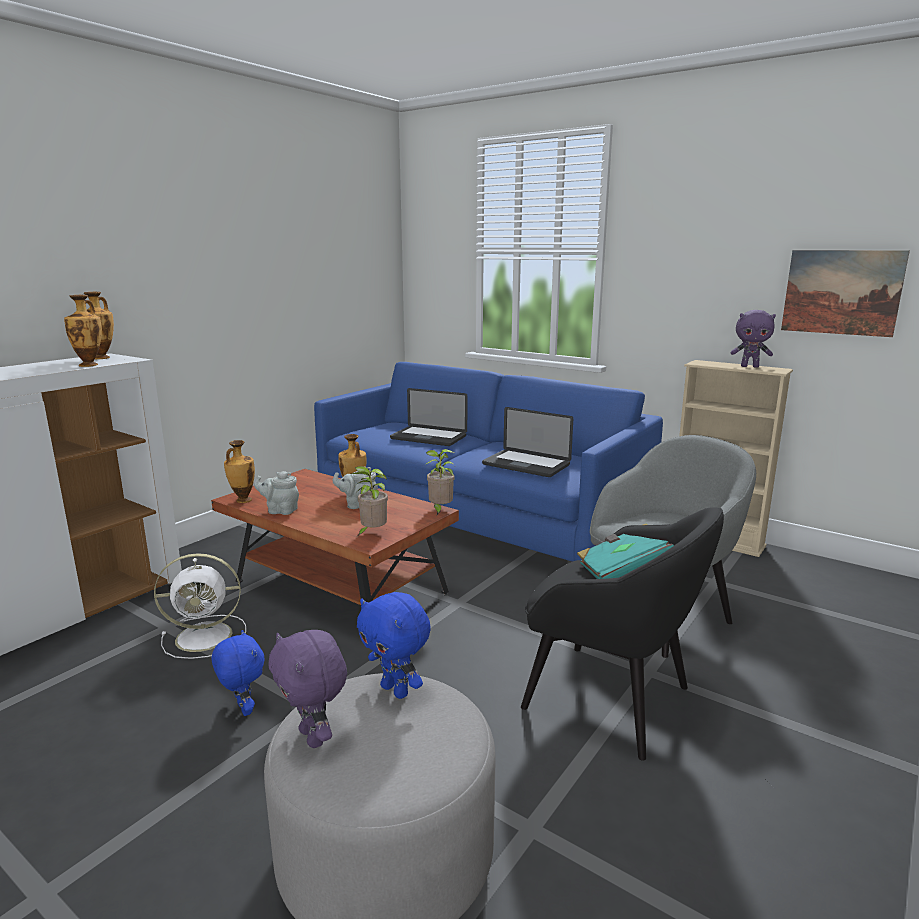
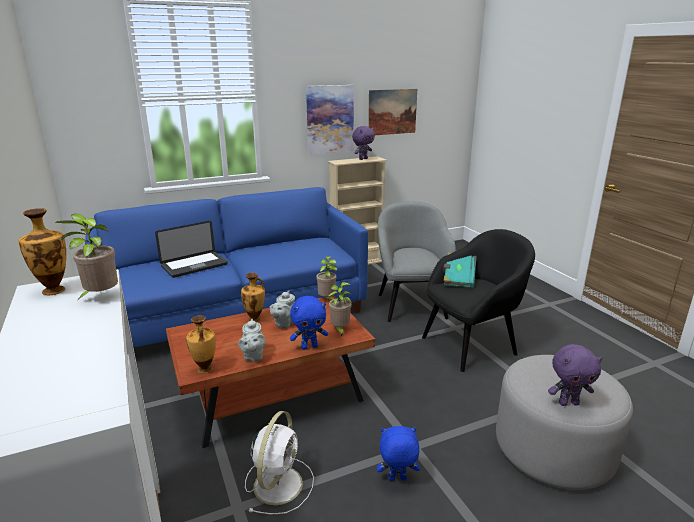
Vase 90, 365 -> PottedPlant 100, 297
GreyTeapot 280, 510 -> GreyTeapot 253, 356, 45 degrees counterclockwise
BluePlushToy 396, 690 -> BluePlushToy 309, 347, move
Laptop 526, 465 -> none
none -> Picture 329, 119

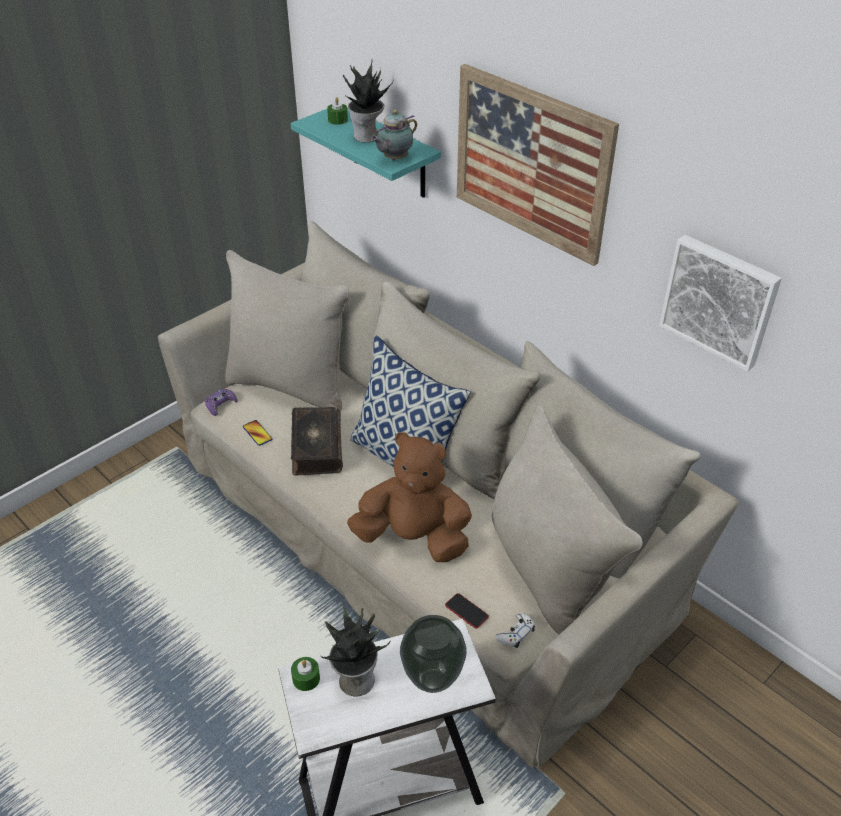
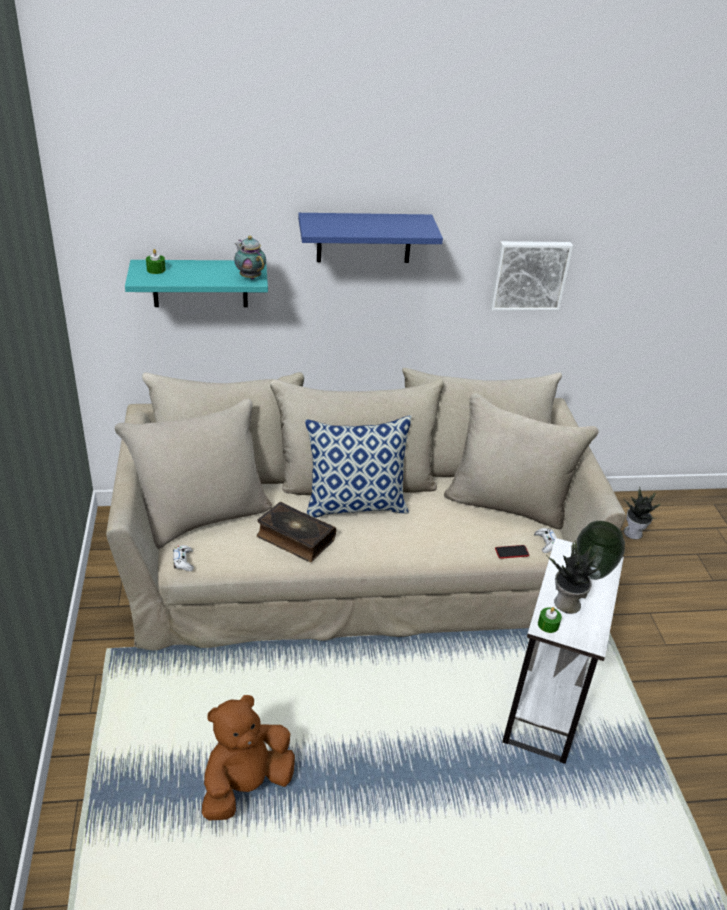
PurpleGameController 220, 404 -> WhiteGameController 183, 561
Phone 257, 433 -> none
PottedPlant 367, 137 -> PottedPlant 634, 533, move
BrownPlushToy 413, 538 -> BrownPlushToy 246, 785, move
Teapot 394, 159 -> Teapot 250, 277, 150 degrees clockwise
Picture 531, 163 -> BlueShelf 364, 238

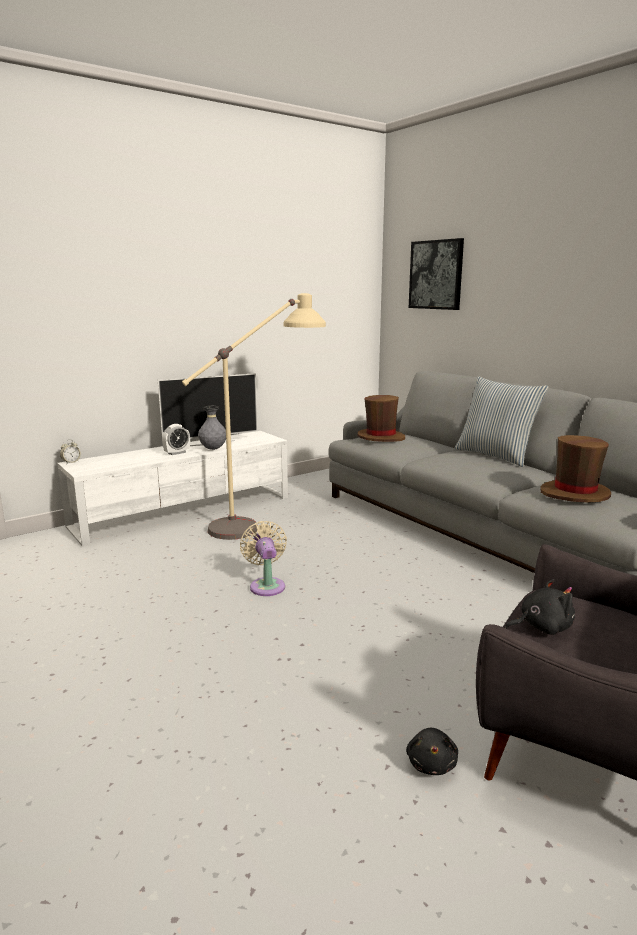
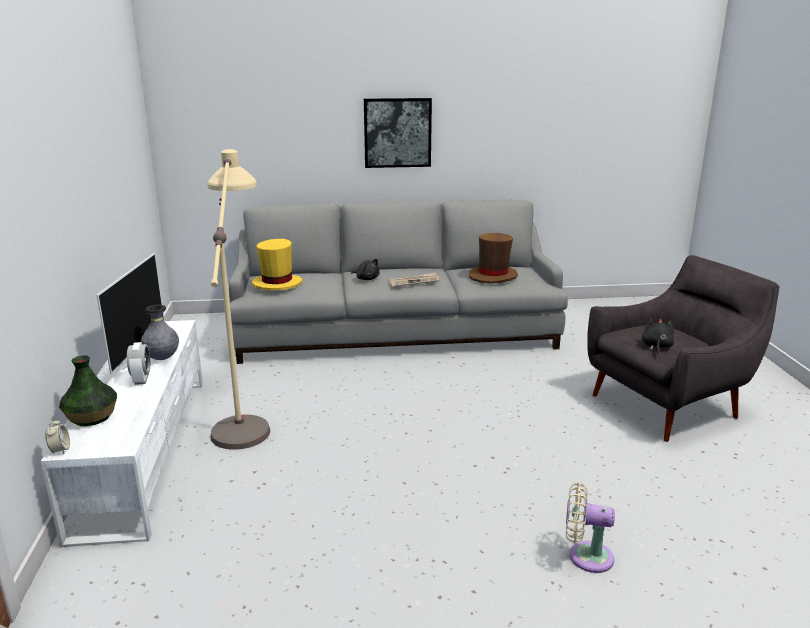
BeigeFan 266, 585 -> BeigeFan 585, 556, move
BrownHat 381, 437 -> YellowHat 277, 284
BlackPlushToy 431, 763 -> BlackPlushToy 366, 279, move
Picture 436, 275 -> Picture 397, 132, move
Pillow 495, 455 -> none
none -> Vase 91, 417
none -> Newspaper 414, 281

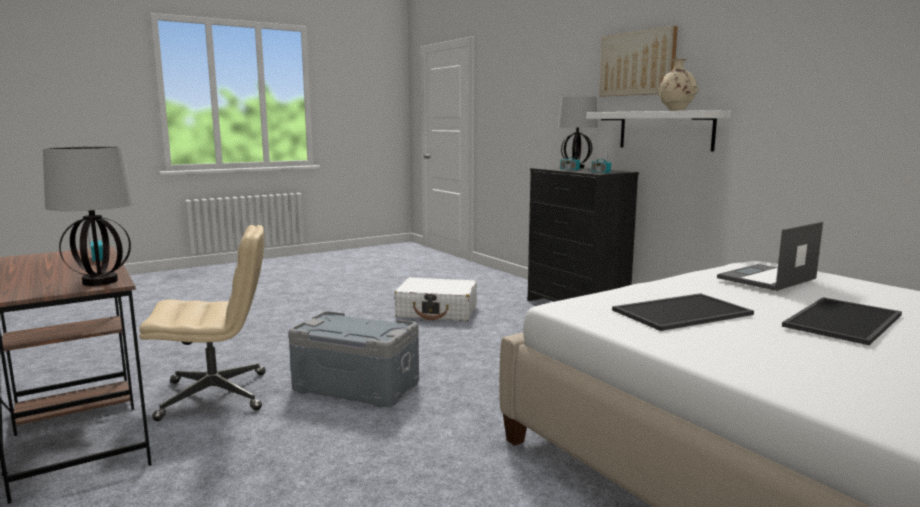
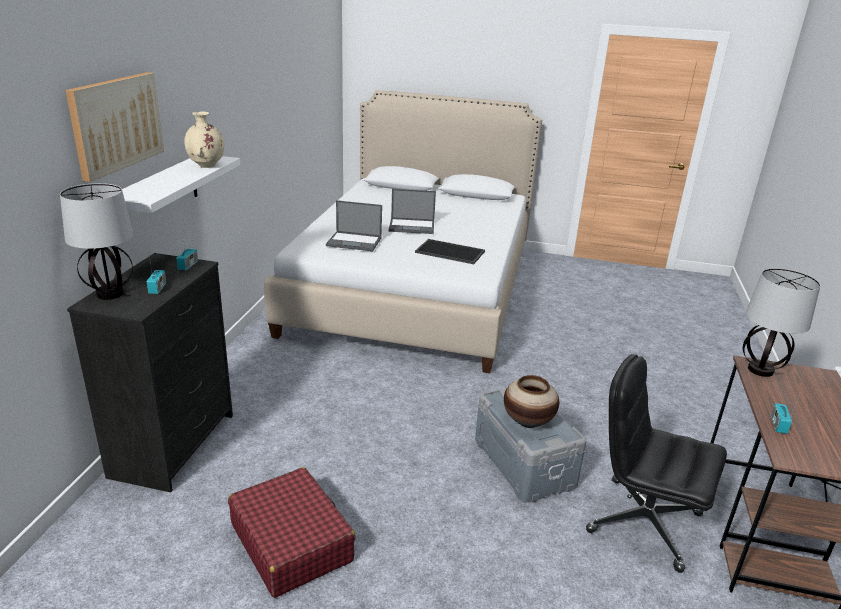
BeigeOfficeChair 216, 395 -> BlackOfficeChair 642, 522
WhiteSuitcase 437, 311 -> RedSuitcase 291, 542
Tray 845, 321 -> Laptop 412, 226
none -> Vase 527, 421

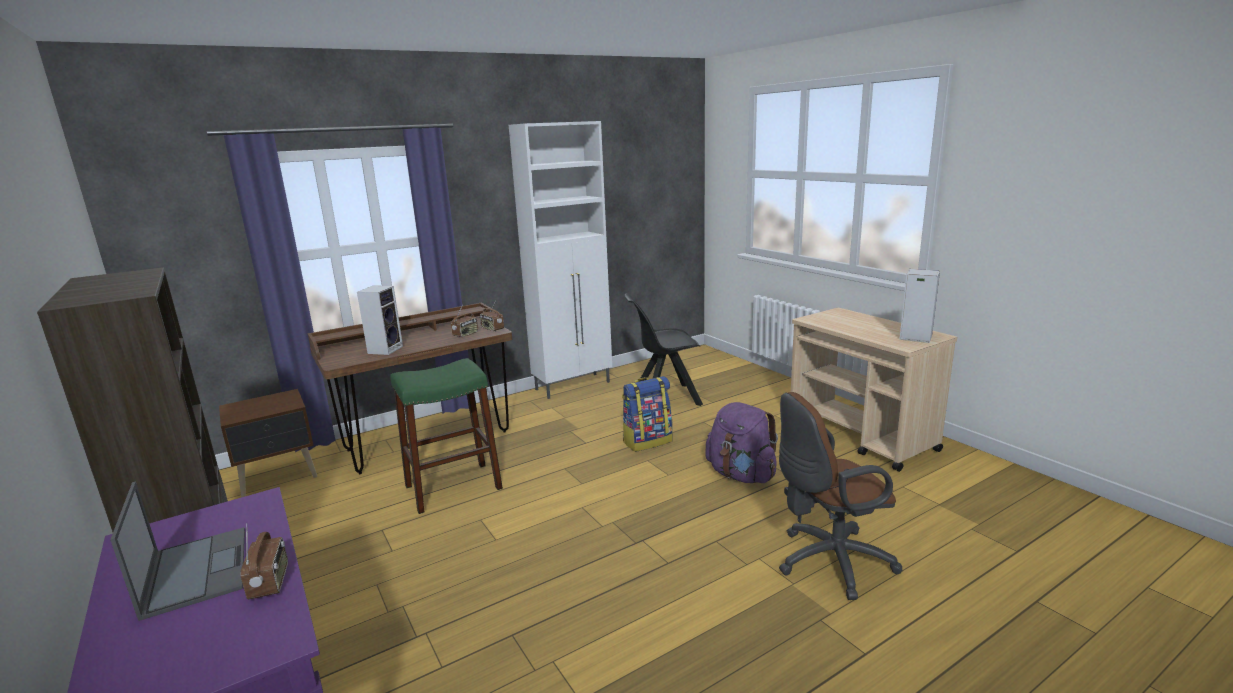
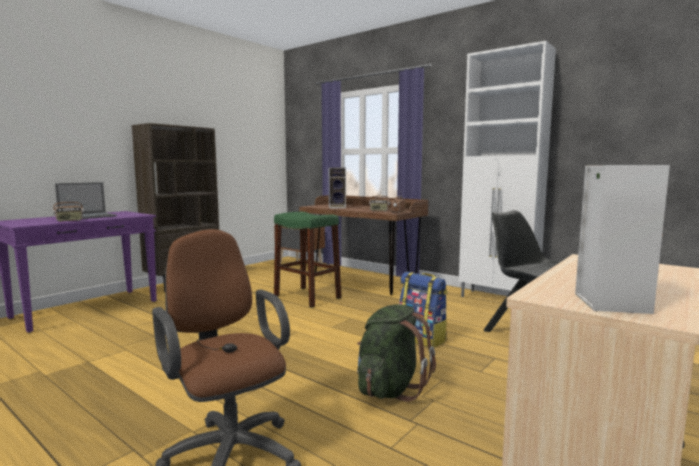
PurpleBackpack 741, 475 -> GreenBackpack 390, 388

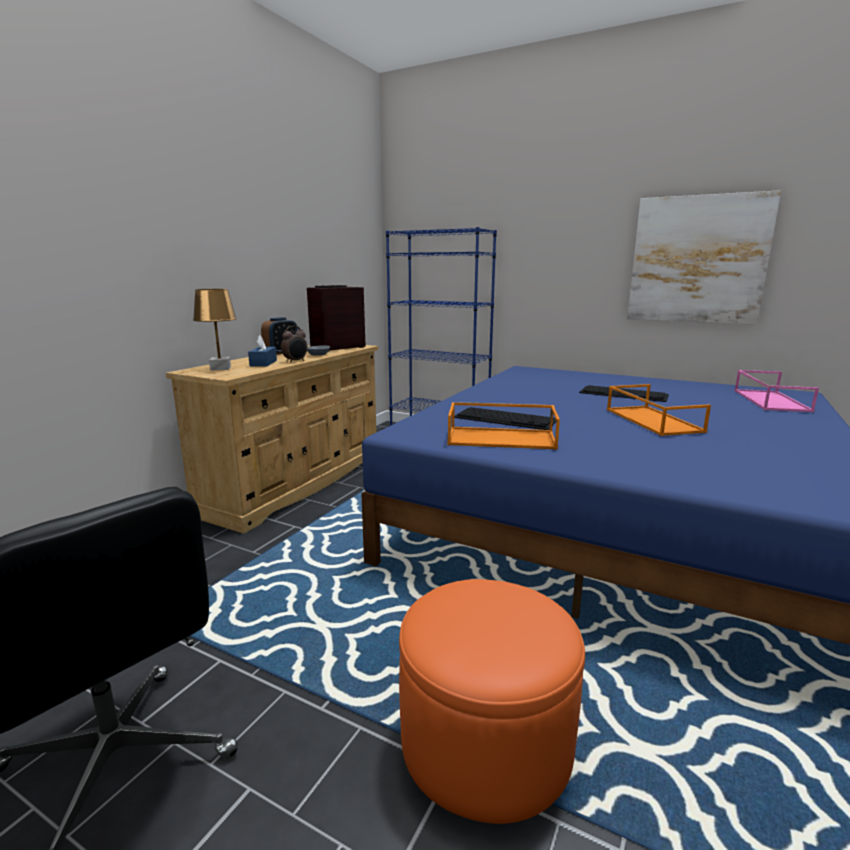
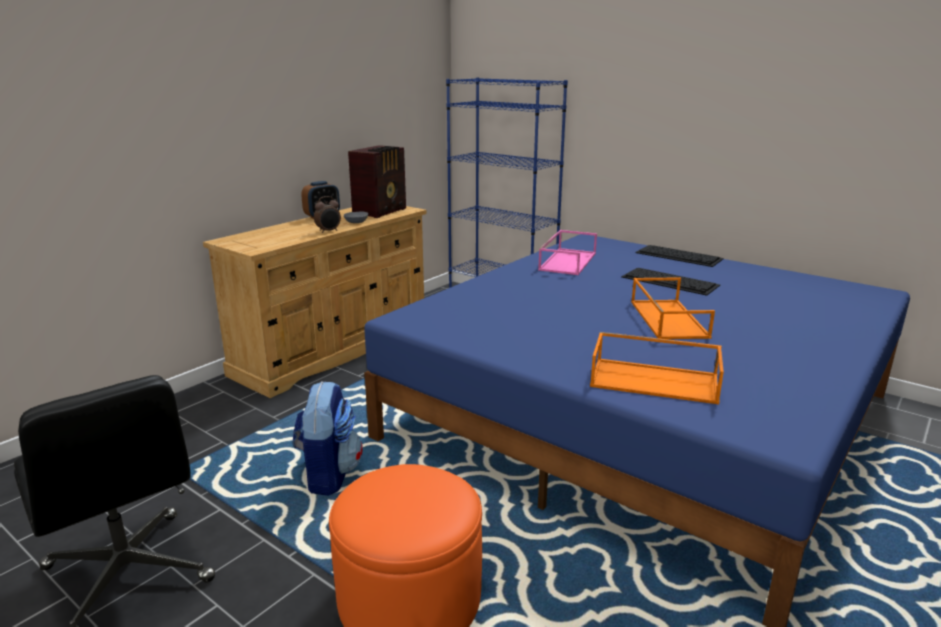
BrownTableLamp 221, 368 -> none
BlueTissueBox 263, 363 -> none
Radio 336, 348 -> Radio 381, 211, 150 degrees clockwise
OrangeTray 502, 438 -> OrangeTray 655, 380, move
Keyboard 506, 418 -> Keyboard 679, 256, move
Picture 697, 260 -> none
PinkTray 769, 400 -> PinkTray 567, 261, move
none -> Backpack 328, 474

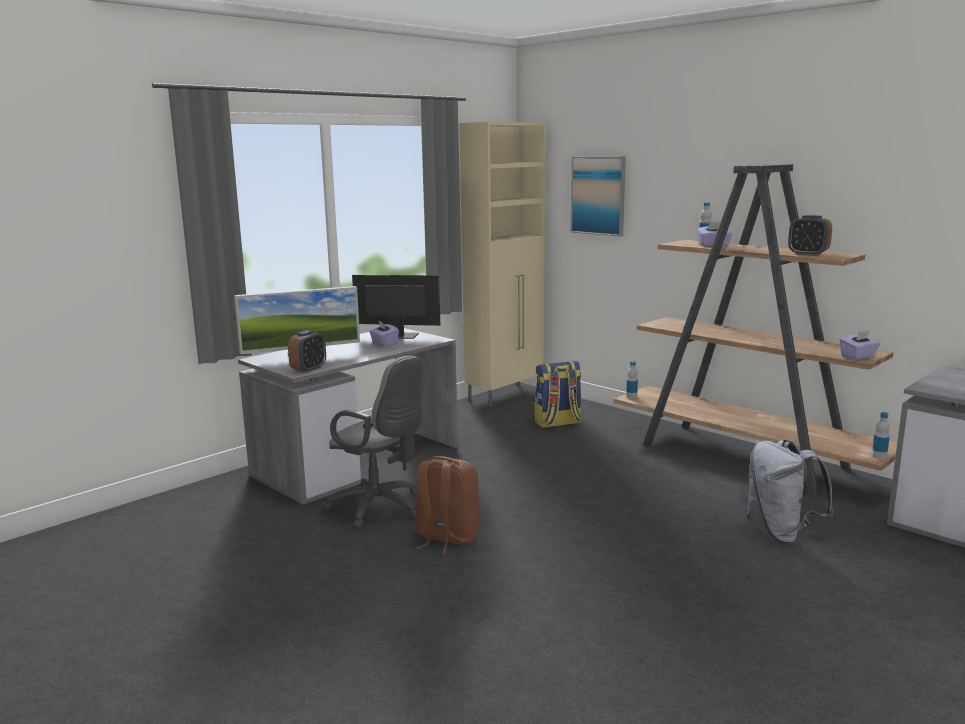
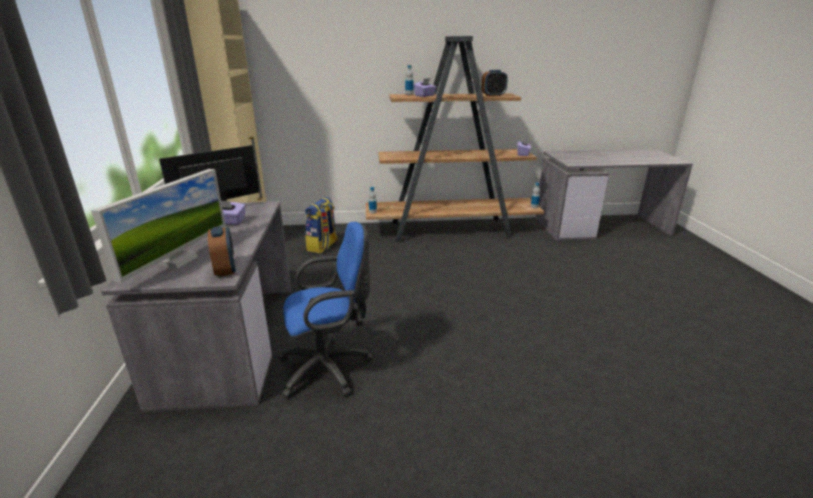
GreyOfficeChair 380, 509 -> BlueOfficeChair 330, 368
BrownBackpack 446, 538 -> none
Picture 598, 195 -> none
GreyBackpack 780, 534 -> none

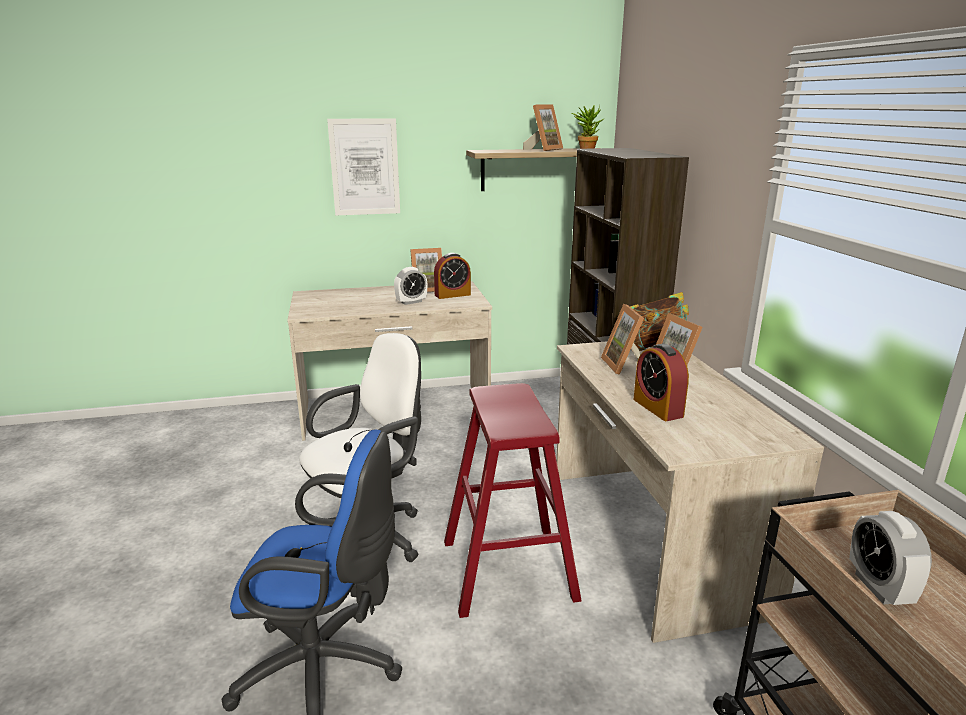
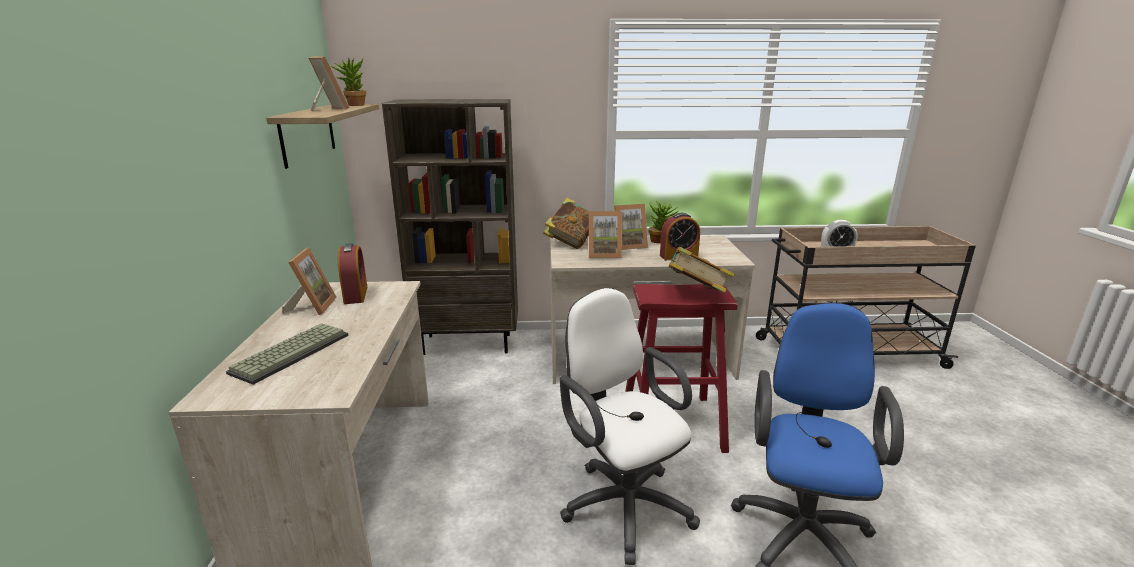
Picture 365, 167 -> none
AlarmClock 411, 302 -> none
none -> Keyboard 291, 352
none -> PottedPlant 660, 241
none -> Book 695, 294

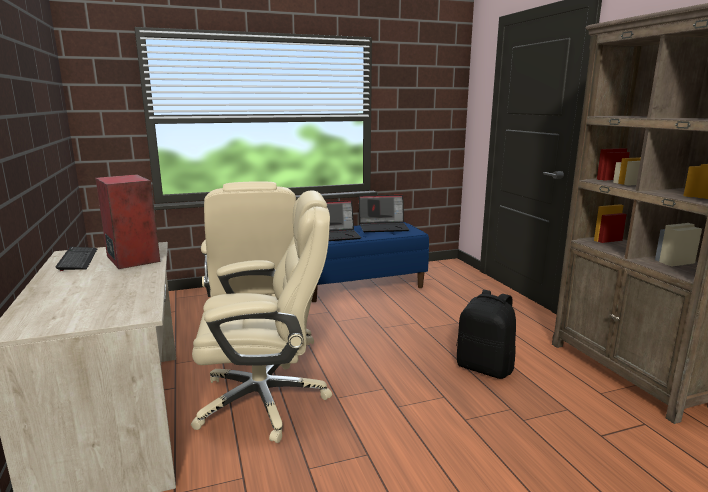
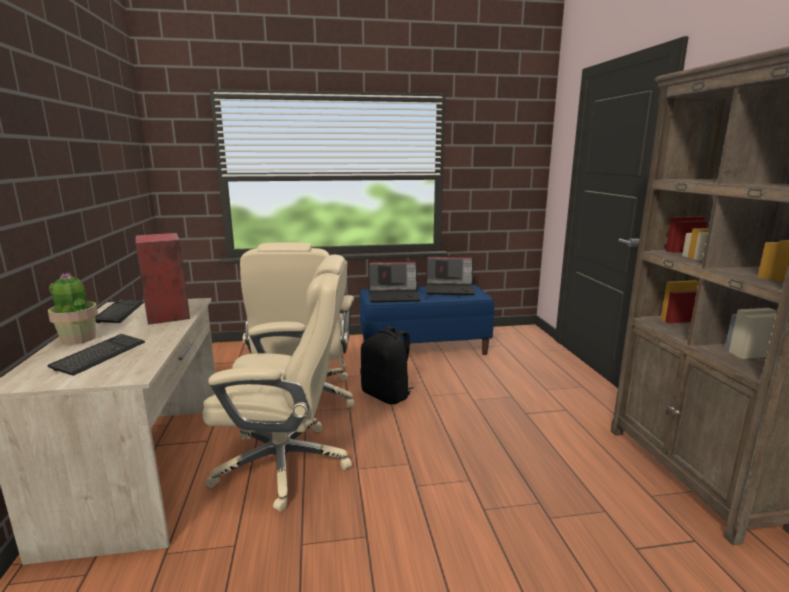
BlackBackpack 485, 368 -> BlackBackpack 387, 395, move
none -> Keyboard 99, 355
none -> PottedPlant 78, 338

